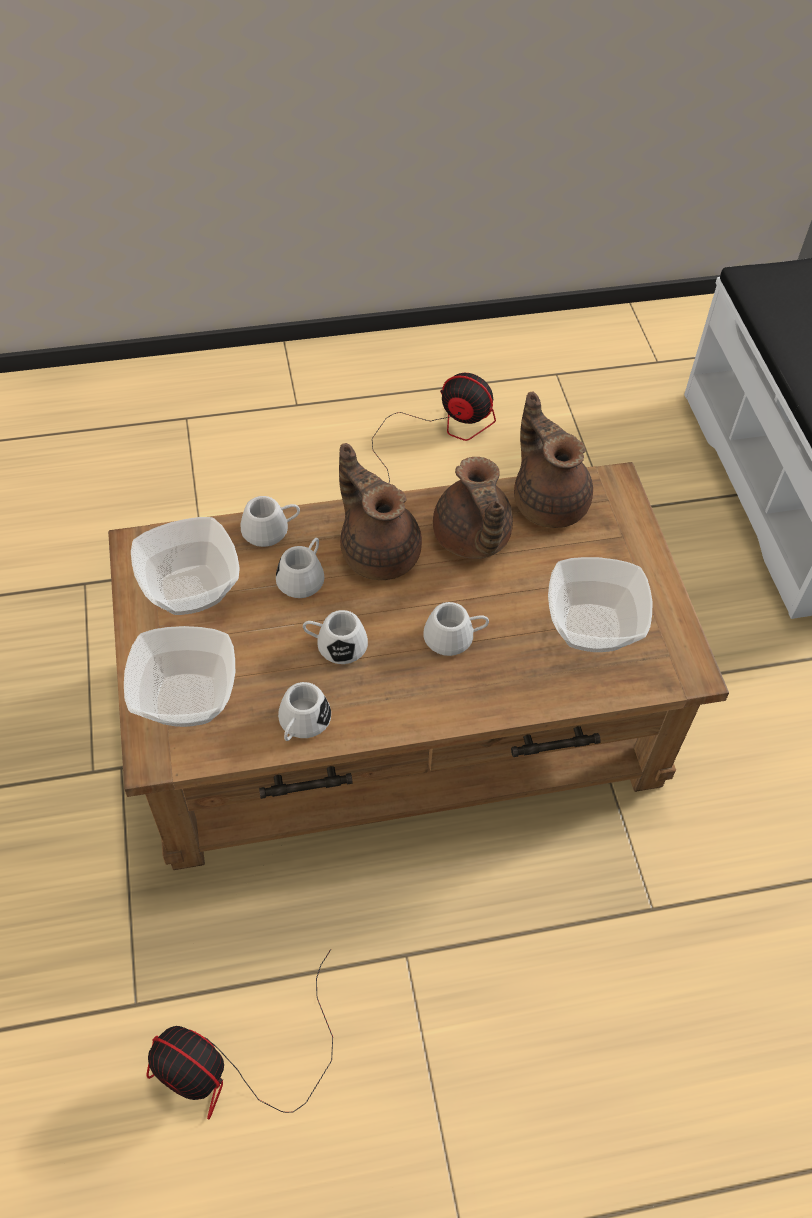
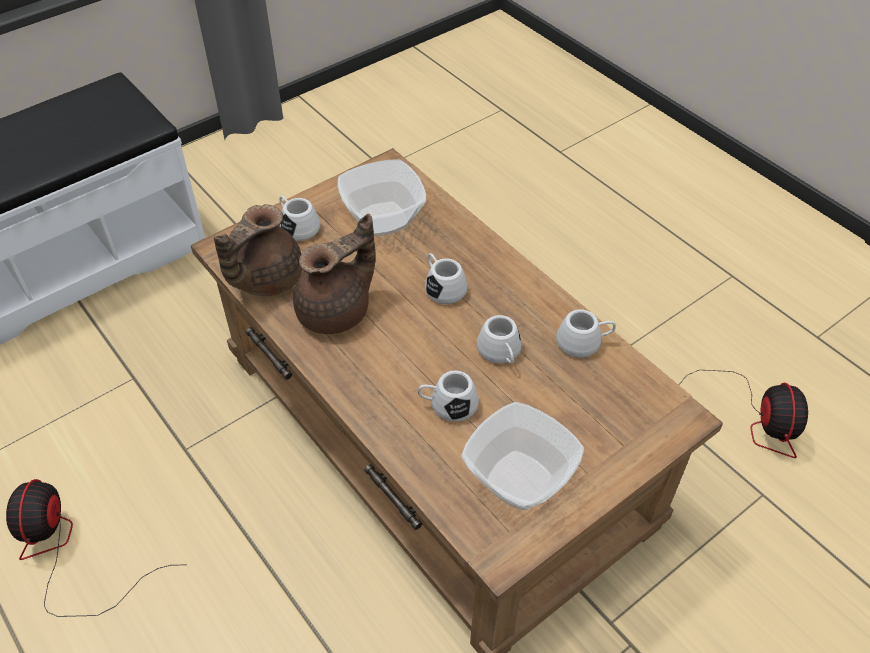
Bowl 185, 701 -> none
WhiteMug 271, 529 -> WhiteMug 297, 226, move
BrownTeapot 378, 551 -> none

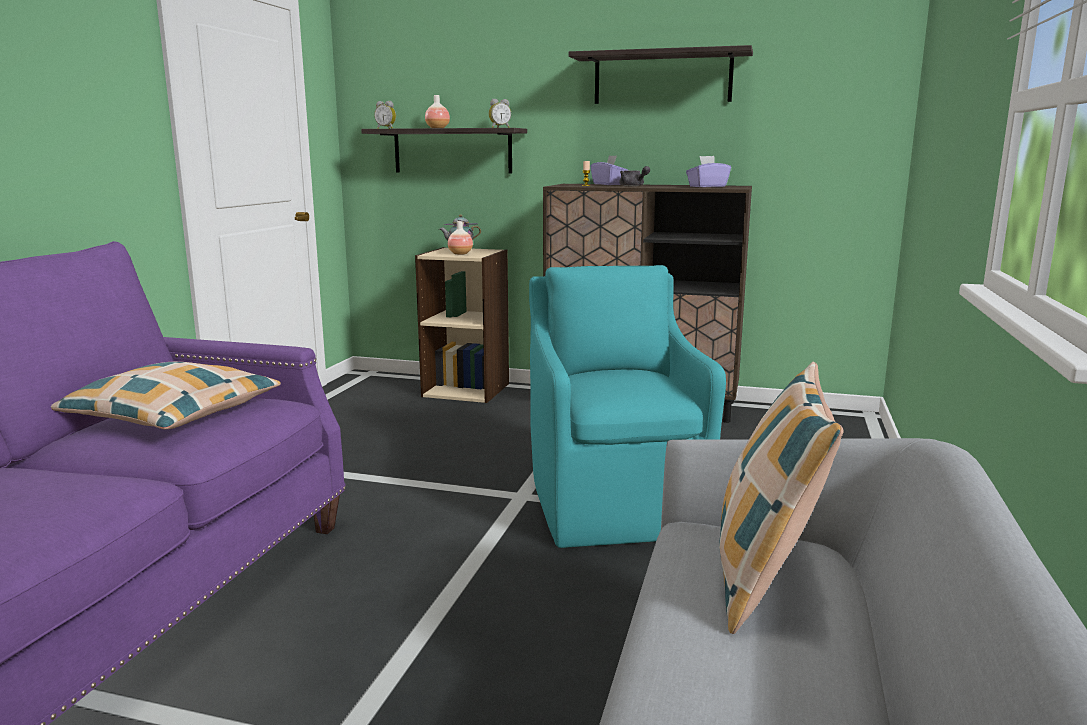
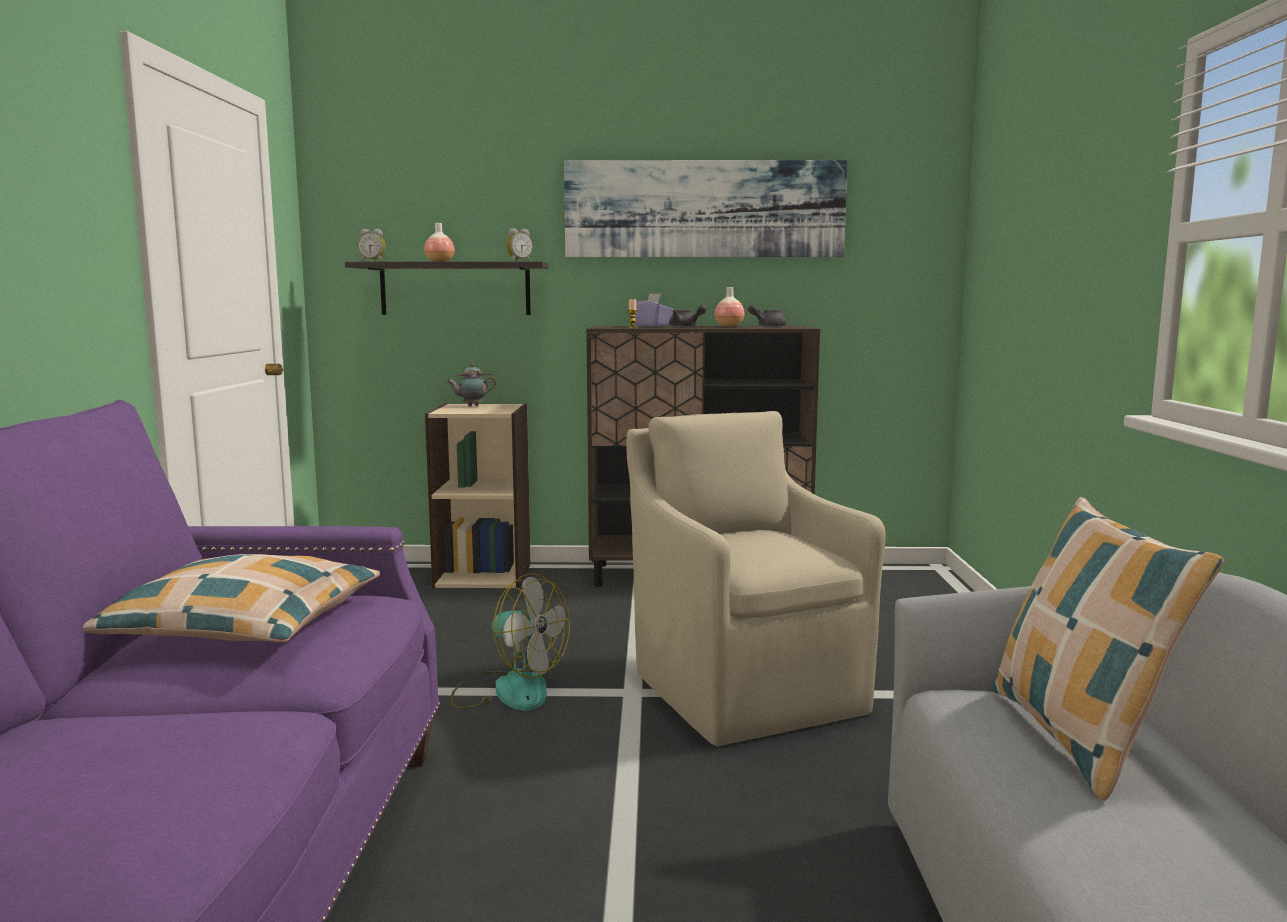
Vase 460, 254 -> Vase 729, 326, move
TurquoiseArmchair 615, 504 -> BeigeArmchair 745, 689
Shelf 662, 78 -> Picture 704, 209
PurpleTissueBox 707, 186 -> GreyTeapot 767, 327
none -> Fan 508, 690

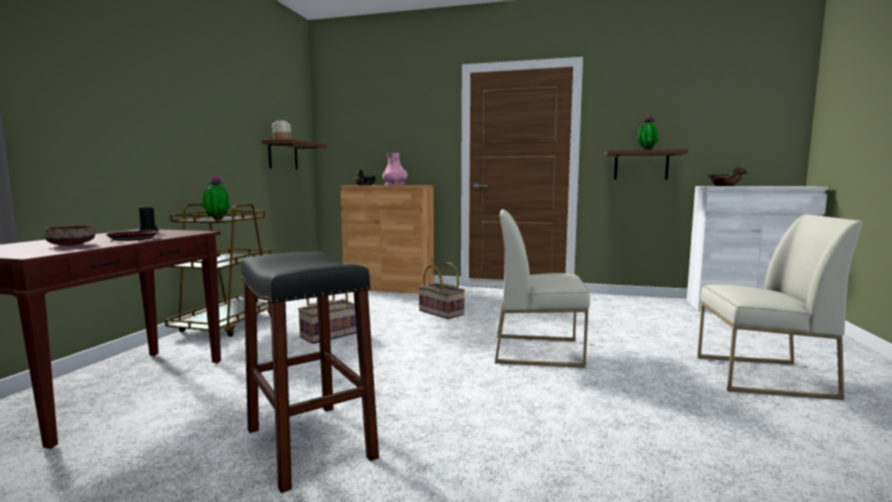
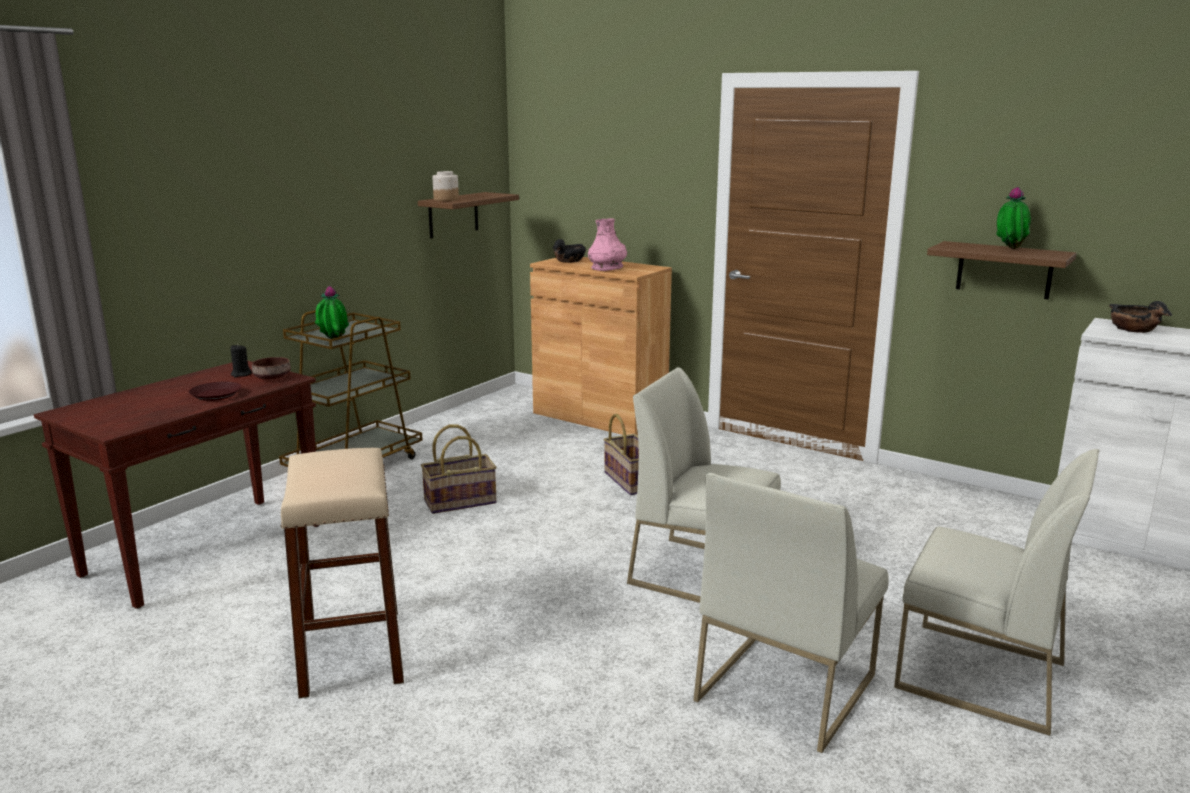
BrownBowl 70, 245 -> BrownBowl 271, 377, move
BlackStool 309, 443 -> BeigeStool 351, 652
none -> WhiteChair 785, 686

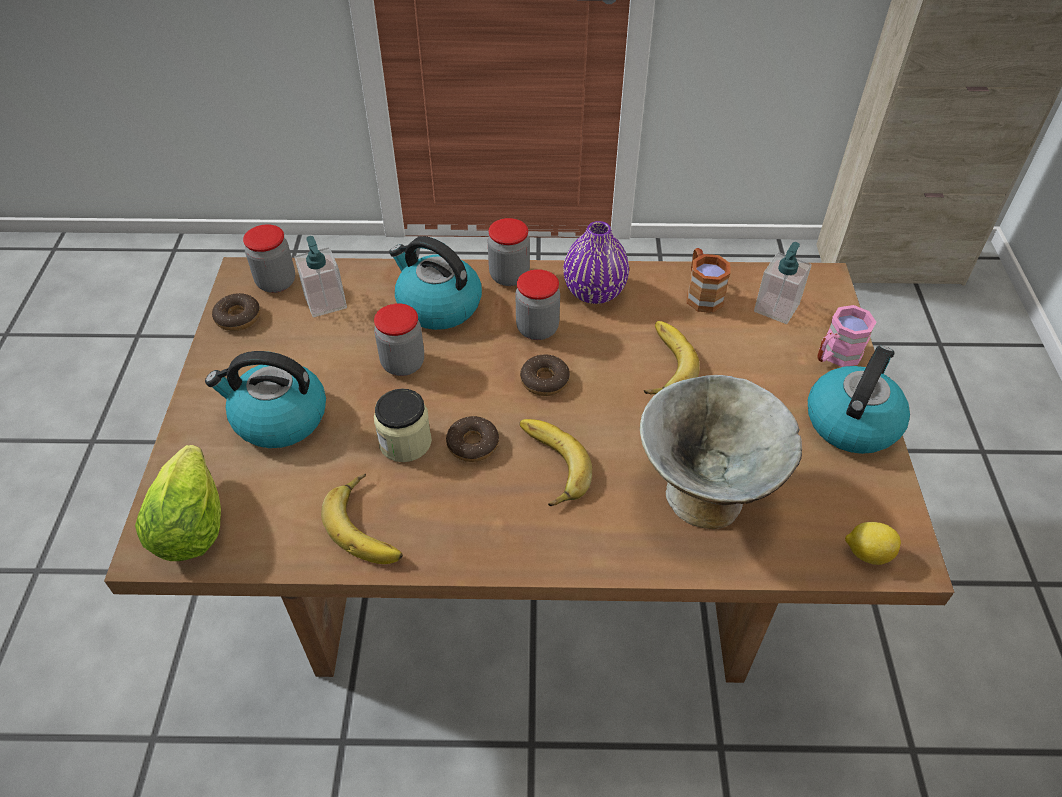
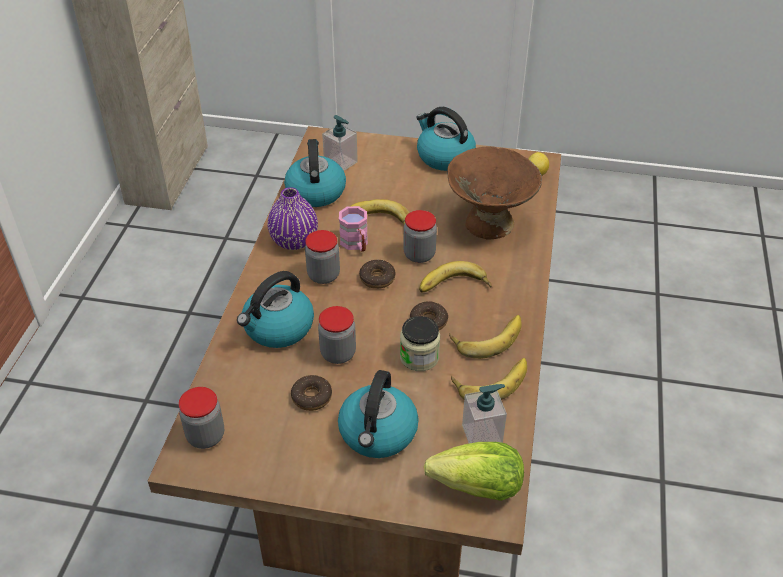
Donut 238, 317 -> Donut 311, 397, move
SoapDispenser 325, 302 -> SoapDispenser 482, 434, move
Jar 509, 276 -> Jar 419, 255, move
GreyBowl 704, 495 -> BrownBowl 489, 224
BrownMug 701, 294 -> Kettle 315, 191
PinkMug 835, 356 -> PinkMug 356, 244, move
none -> Banana 487, 337

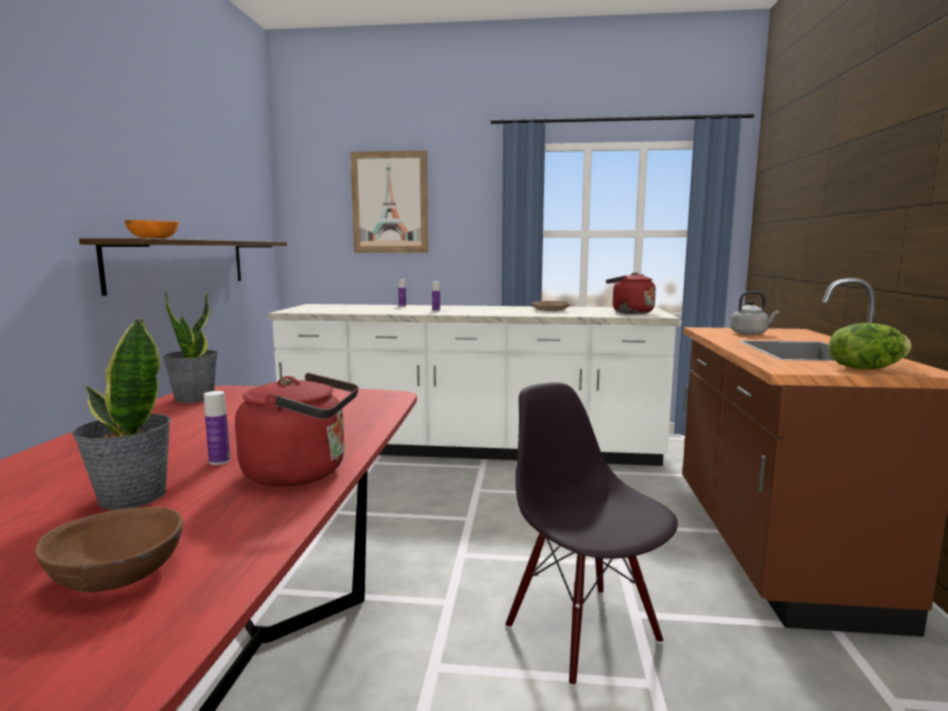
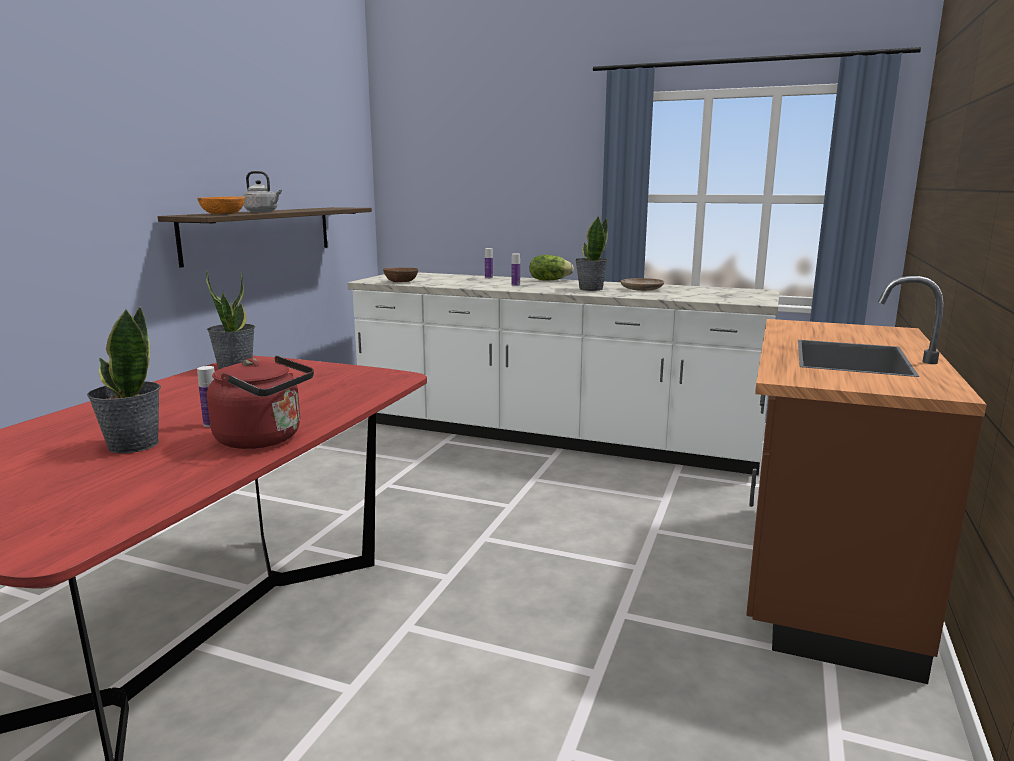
BrownBowl 116, 576 -> BrownBowl 401, 282, move
Picture 390, 203 -> none
BlackChair 584, 632 -> none
RedKettle 629, 312 -> none
GreyKettle 750, 333 -> GreyKettle 263, 212, move
Lettuce 865, 368 -> Lettuce 549, 280, move
none -> PottedPlant 590, 289

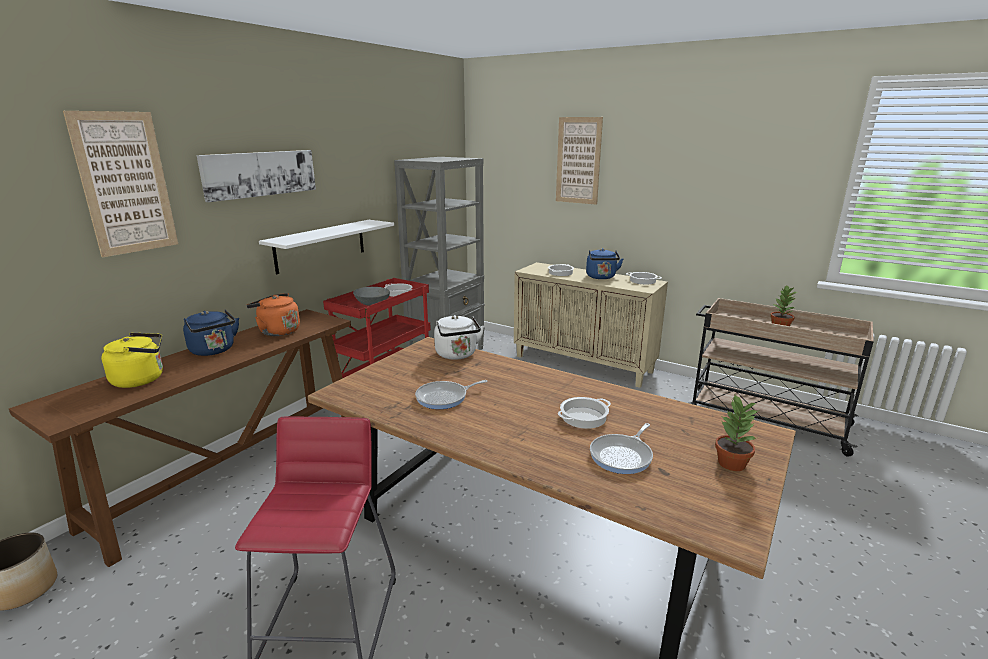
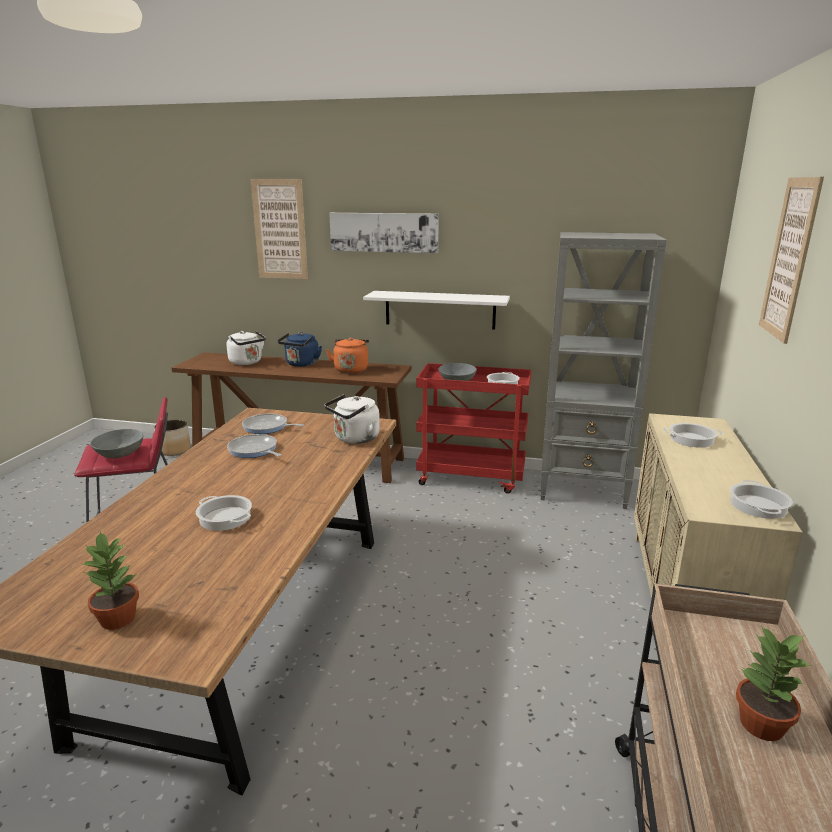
YellowKettle 142, 379 -> WhiteKettle 247, 362
BlueKettle 601, 277 -> none
FryingPan 623, 456 -> FryingPan 267, 427, move
none -> GreyBowl 119, 454

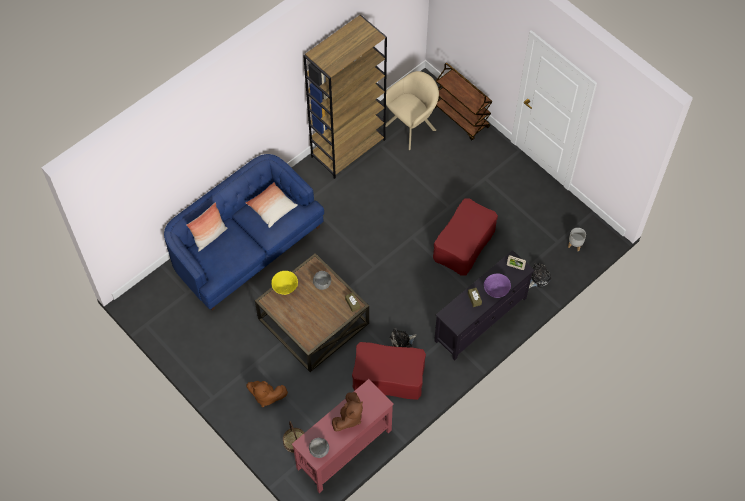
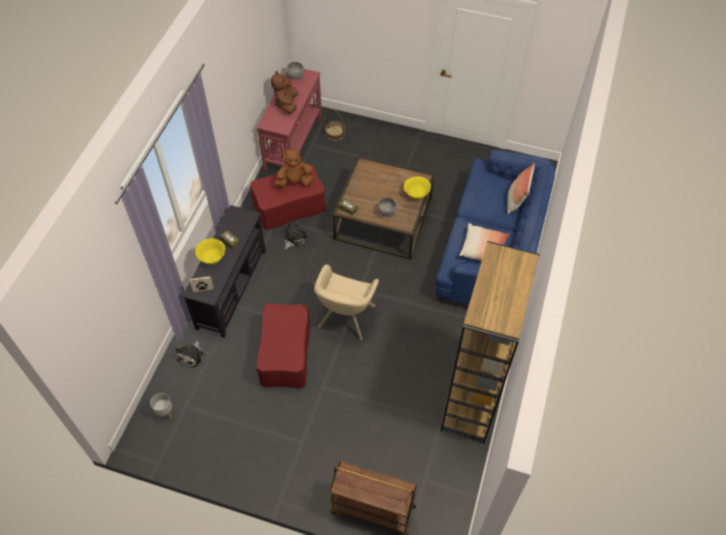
BrownPlushToy 266, 396 -> BrownPlushToy 295, 182, move
BeigeArmchair 412, 126 -> BeigeArmchair 345, 319, move
PurpleBowl 496, 291 -> YellowBowl 212, 258

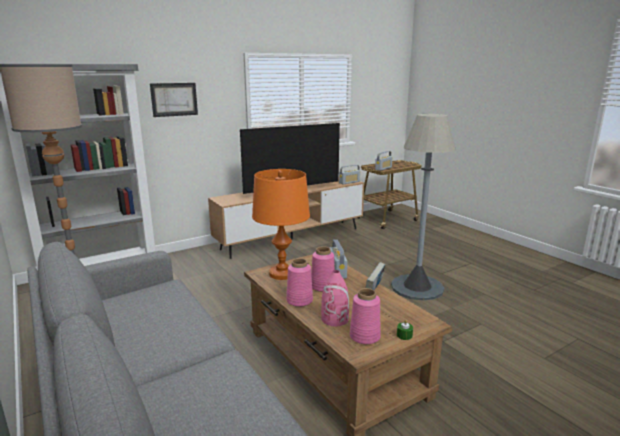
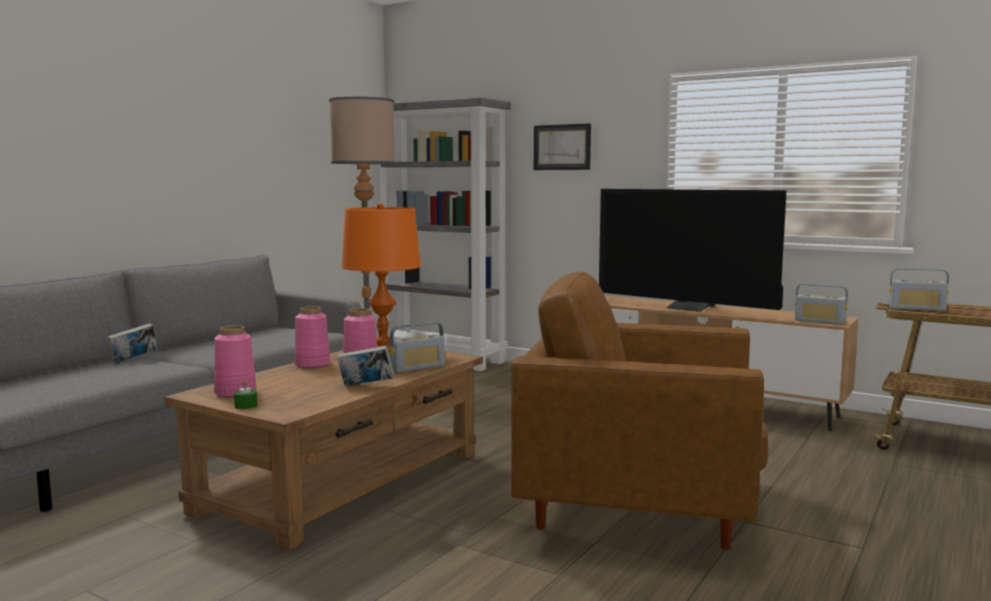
PinkVase 335, 319 -> none
GreyFloorLamp 417, 287 -> BrownArmchair 639, 506
none -> Book 133, 359

